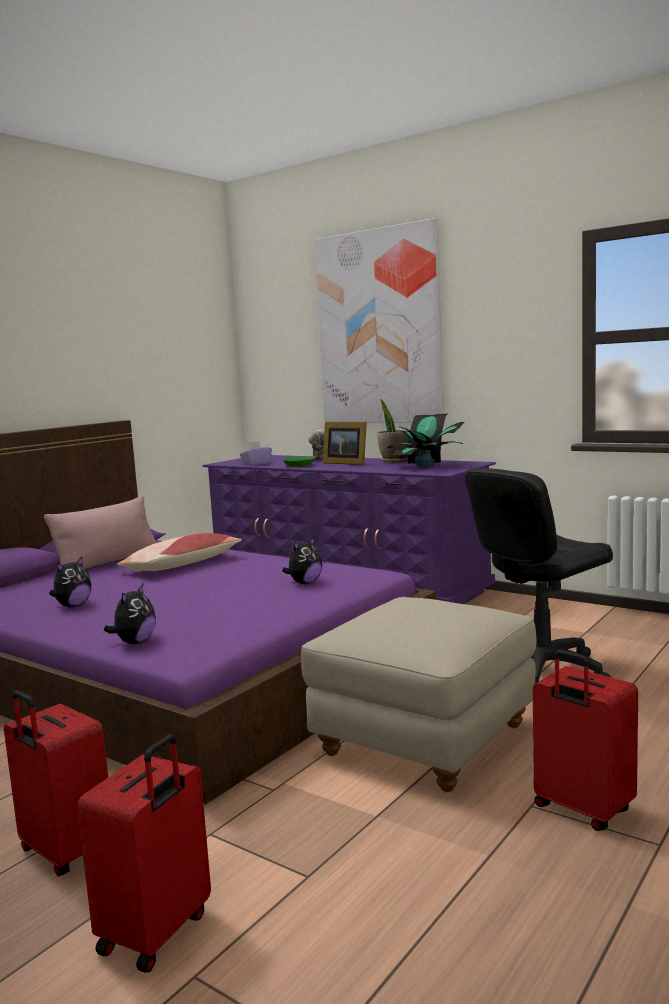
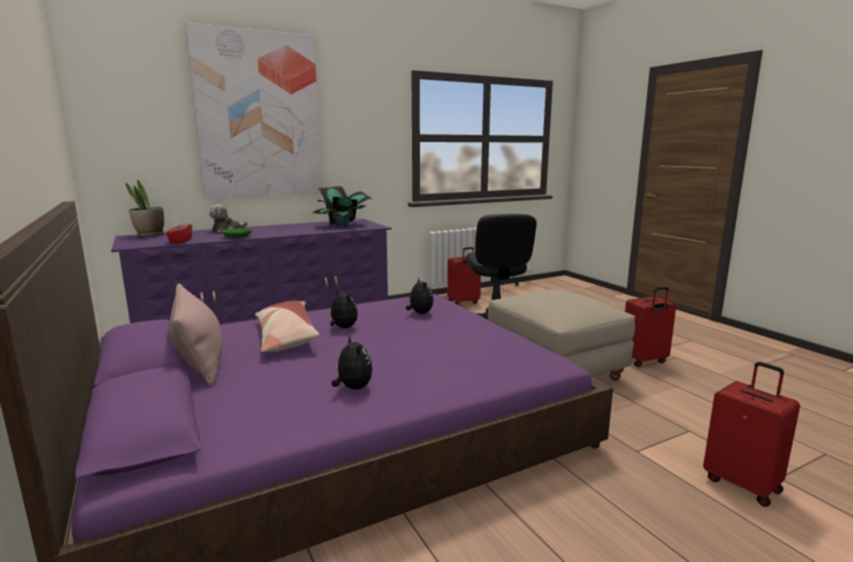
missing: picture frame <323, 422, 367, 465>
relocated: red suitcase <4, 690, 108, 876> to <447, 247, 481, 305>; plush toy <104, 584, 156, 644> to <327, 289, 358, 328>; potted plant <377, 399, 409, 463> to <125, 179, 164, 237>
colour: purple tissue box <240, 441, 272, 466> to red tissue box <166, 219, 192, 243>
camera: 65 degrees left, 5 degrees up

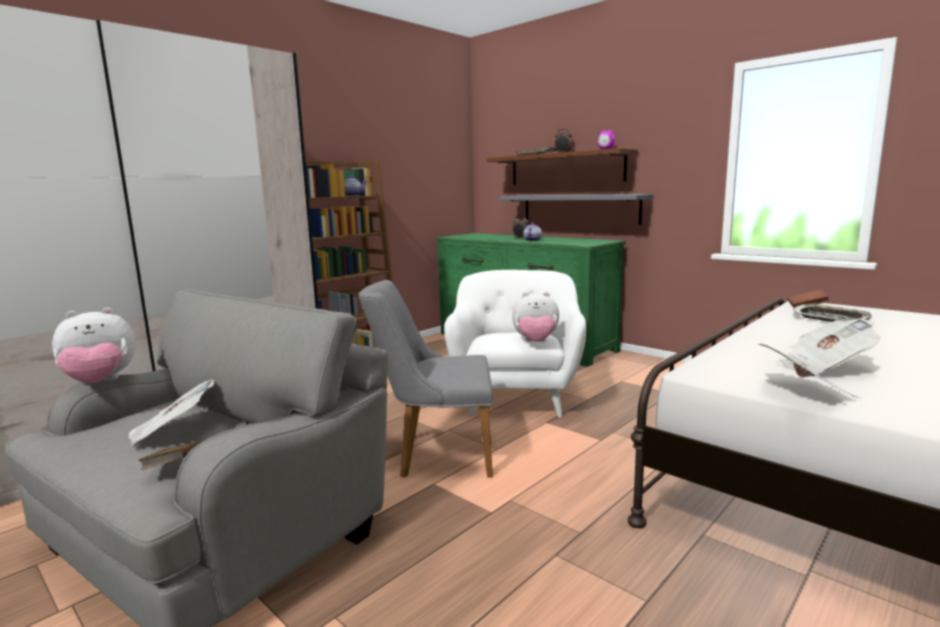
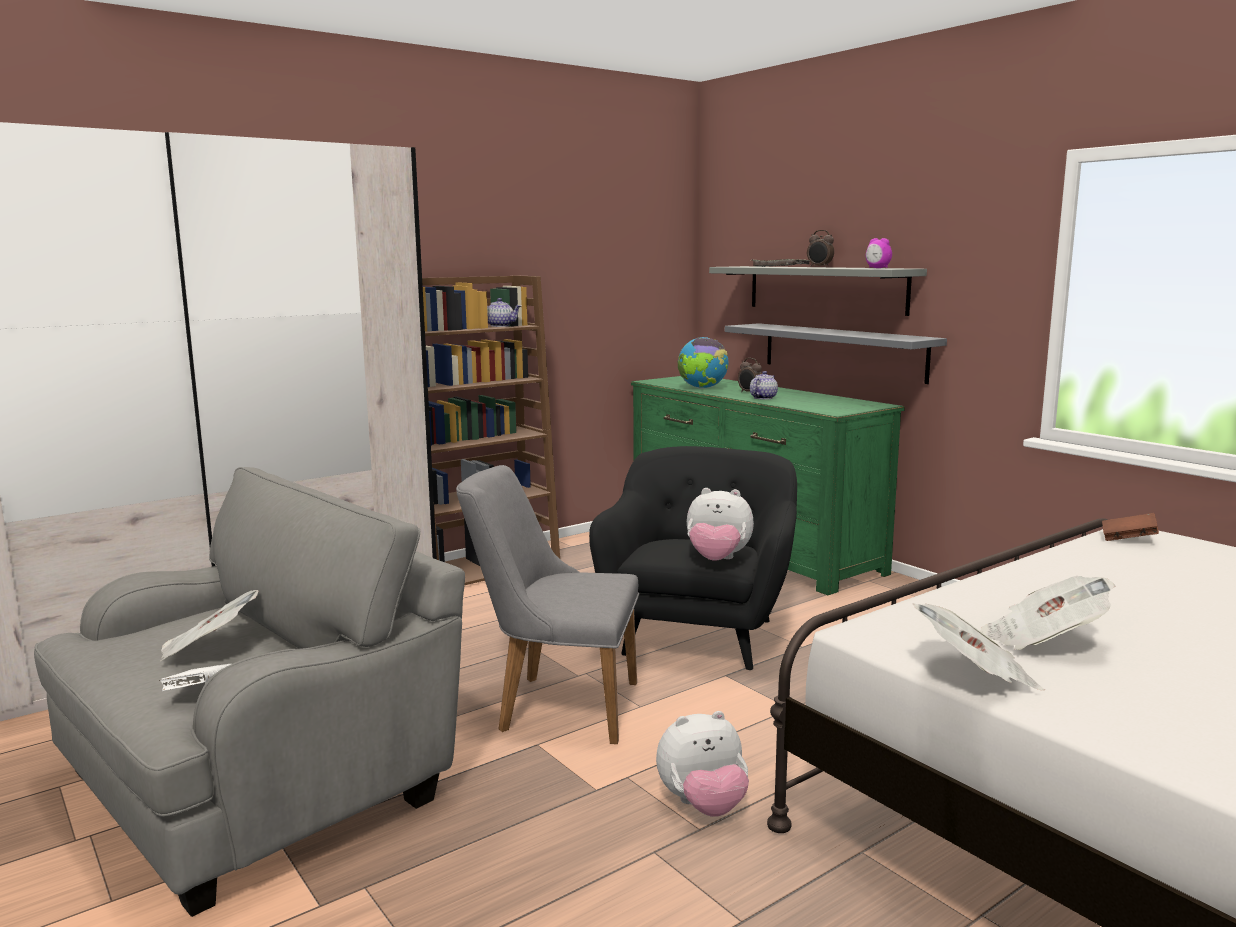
missing: tray <793, 304, 872, 322>
appeared: globe <677, 337, 728, 389>
relocated: plush toy <52, 307, 136, 384> to <656, 711, 749, 817>
colour: brown book <138, 441, 201, 470> to white book <160, 664, 231, 691>; white armchair <444, 270, 586, 418> to black armchair <589, 446, 797, 670>; brown shelf <486, 148, 638, 185> to grey shelf <709, 266, 927, 316>
camera: 10 degrees right, 0 degrees up

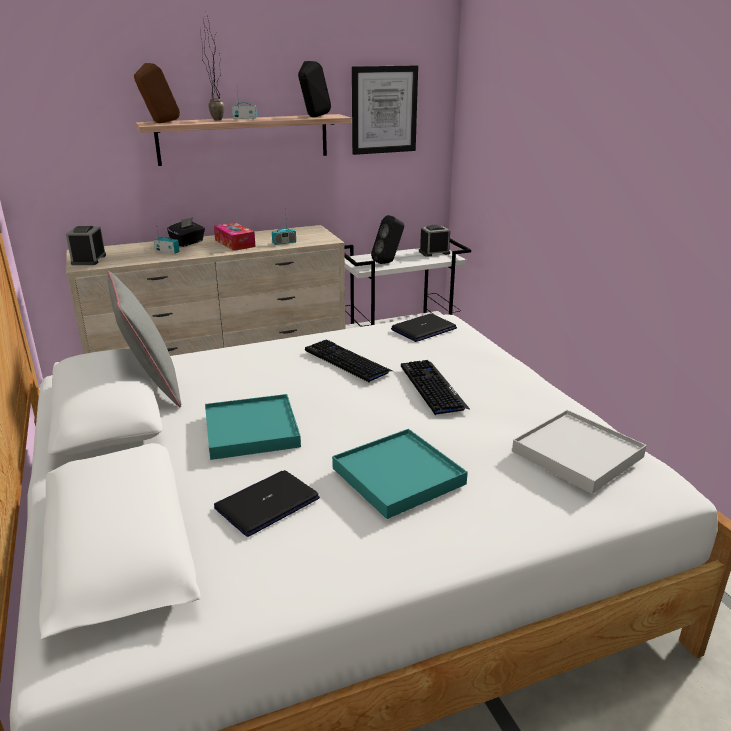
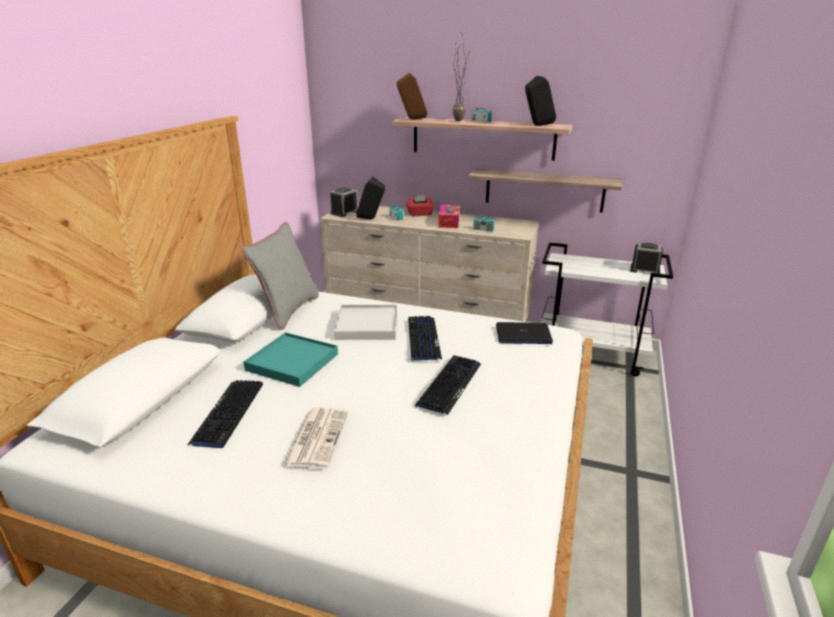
missing: picture <352, 65, 418, 155>
appeared: shelf <468, 169, 622, 213>
relocated: black speaker <371, 215, 404, 264> to <356, 177, 385, 219>; white tray <512, 410, 647, 494> to <334, 305, 397, 340>
exchanged: laptop <214, 470, 320, 537> to keyboard <187, 380, 263, 449>; turquoise tray <332, 429, 468, 519> to newspaper <282, 408, 348, 469>
colour: black tissue box <167, 217, 205, 247> to red tissue box <406, 195, 434, 216>
camera: 40 degrees right, 0 degrees up

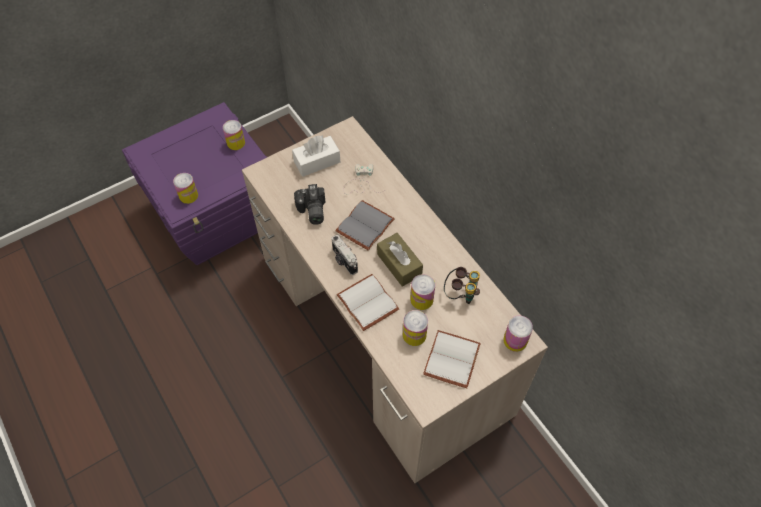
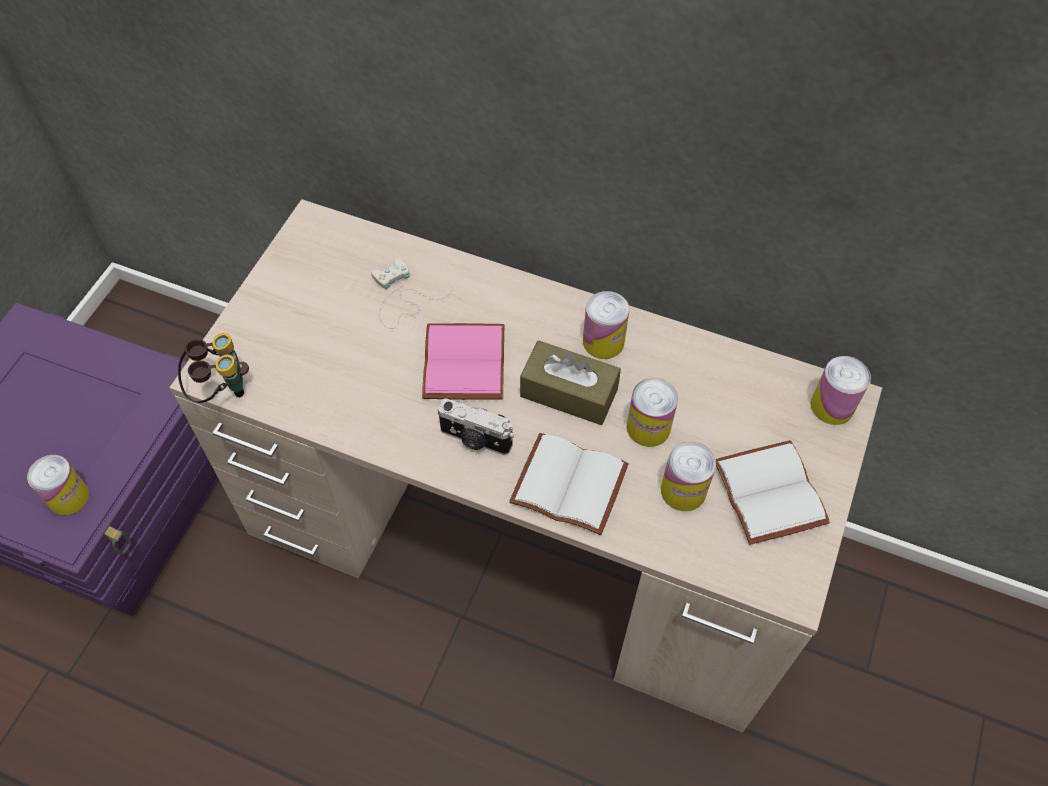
missing: white tissue box <292, 135, 340, 177>; photo camera <294, 184, 326, 225>
relocated: can <223, 120, 245, 150> to <583, 291, 629, 359>; binoculars <444, 267, 480, 304> to <178, 333, 249, 403>
colour: grey book <335, 200, 395, 251> to pink book <422, 323, 505, 400>
camera: 35 degrees left, 0 degrees up

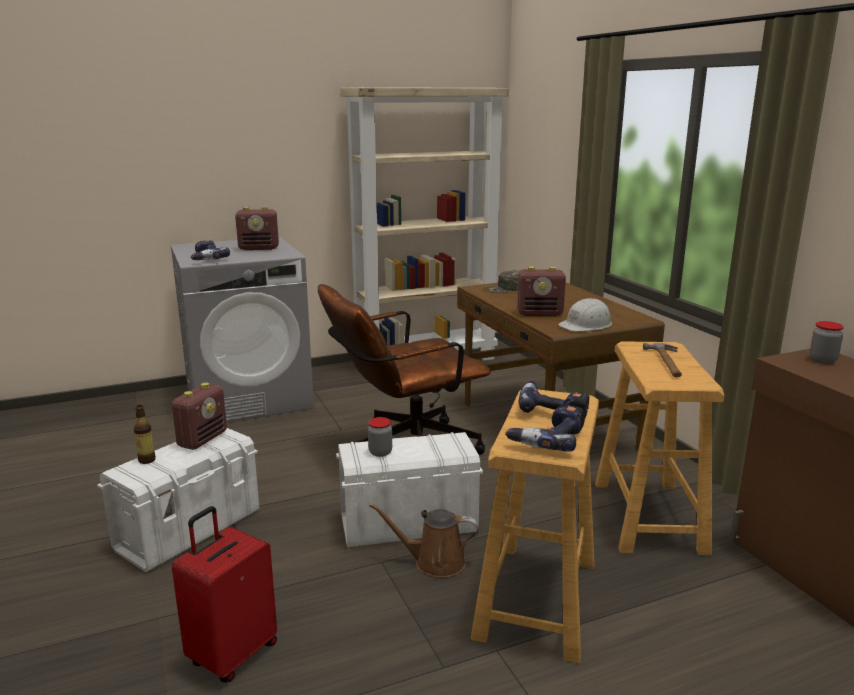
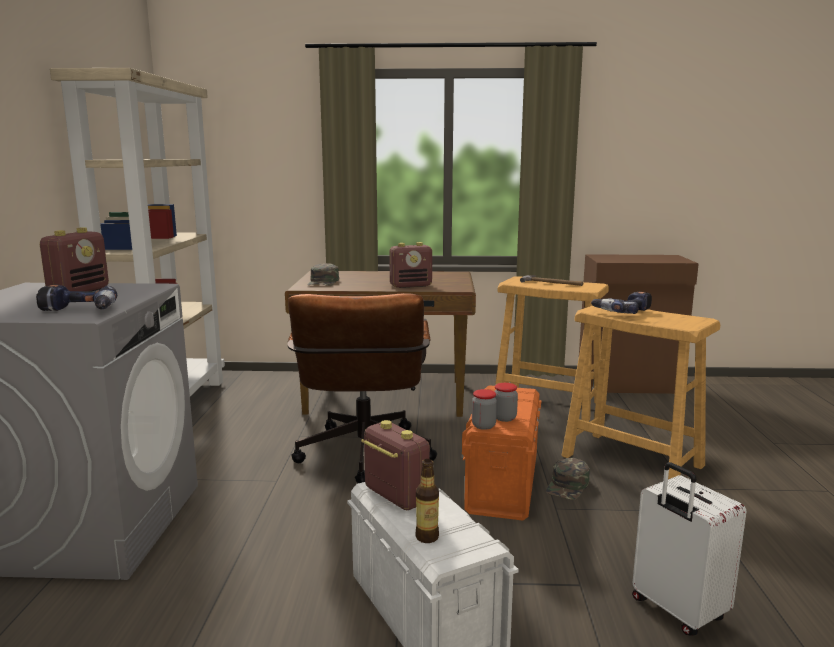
missing: power drill <505, 405, 585, 451>; white hard hat <558, 297, 612, 331>
relocated: jar <809, 321, 844, 364> to <472, 389, 497, 430>
exchanged: brown watering can <369, 503, 479, 578> to green cap <546, 458, 590, 500>
colour: red suitcase <172, 506, 277, 683> to white suitcase <632, 462, 746, 636>; white storage box <336, 432, 483, 547> to orange storage box <462, 385, 542, 521>
spun: radio <517, 266, 566, 316> = <389, 242, 432, 288> 45 degrees clockwise
camera: 65 degrees left, 5 degrees down

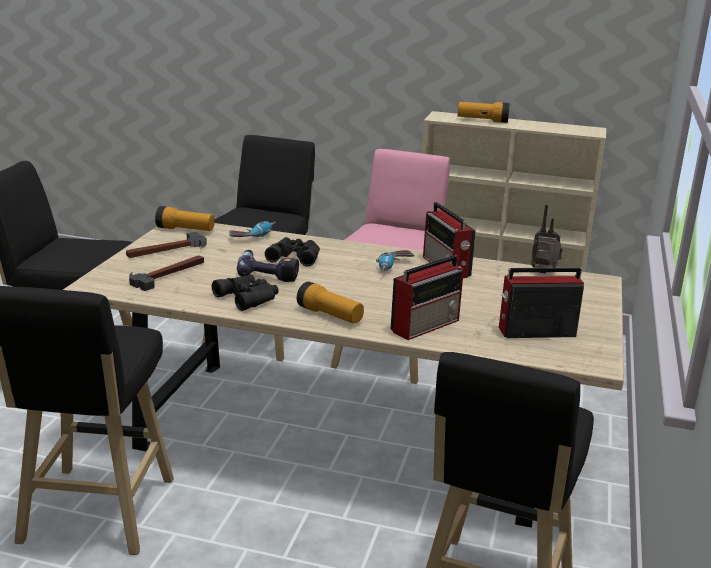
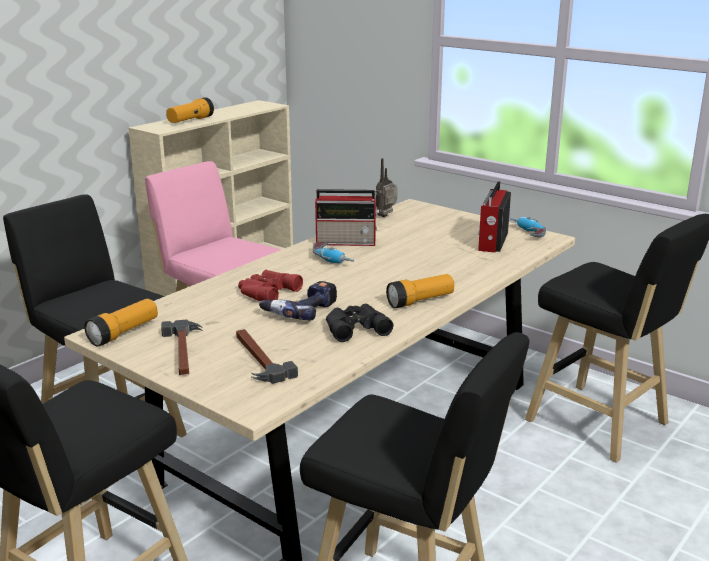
missing: radio <391, 255, 464, 340>
relocated: power drill <229, 221, 276, 237> to <510, 217, 546, 237>
colour: black binoculars <265, 237, 320, 267> to red binoculars <238, 270, 303, 301>
camera: 65 degrees left, 0 degrees up

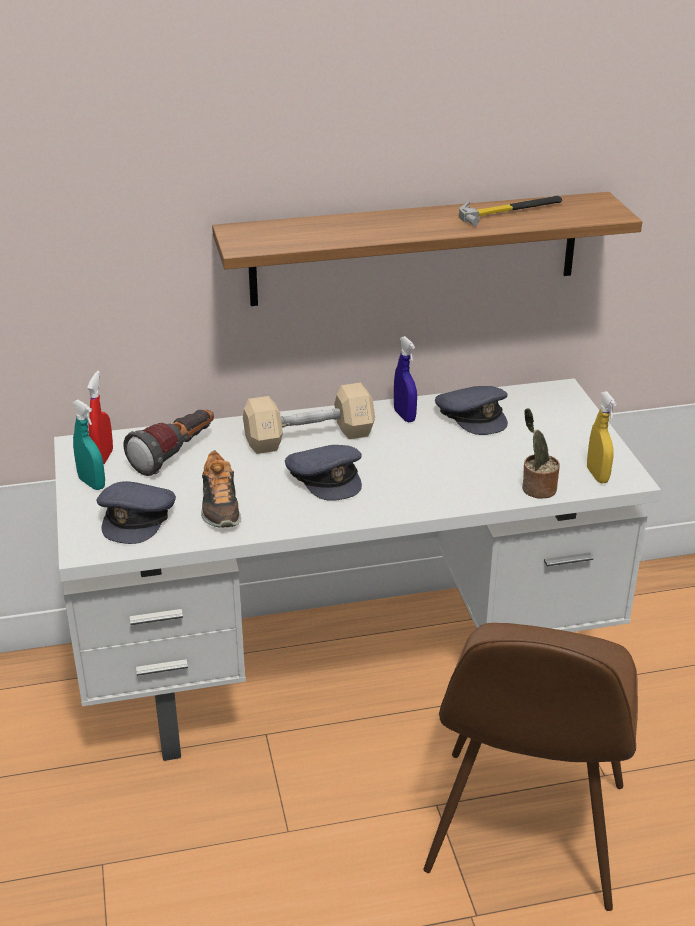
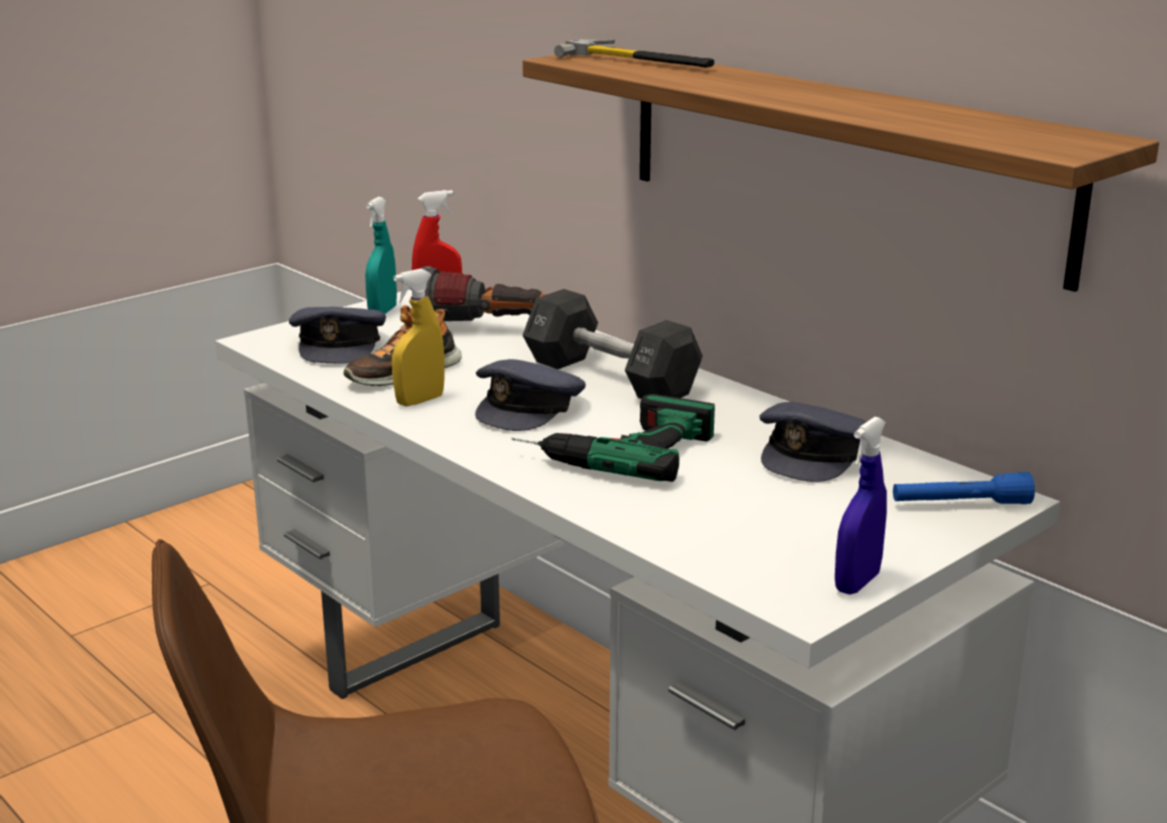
missing: potted plant <522, 408, 560, 499>
appeared: power drill <511, 394, 715, 482>; blue flashlight <893, 472, 1035, 504>
relocated: blue spray bottle <394, 336, 417, 422> to <835, 417, 887, 595>; hammer <459, 196, 562, 227> to <554, 39, 714, 68>; yellow spray bottle <587, 391, 616, 483> to <392, 269, 445, 406>
colour: beige dumbbell <243, 382, 375, 454> to black dumbbell <522, 289, 703, 399>
spun: grey cap <97, 481, 176, 544> = <289, 307, 386, 364> 75 degrees counterclockwise
camera: 60 degrees right, 10 degrees down

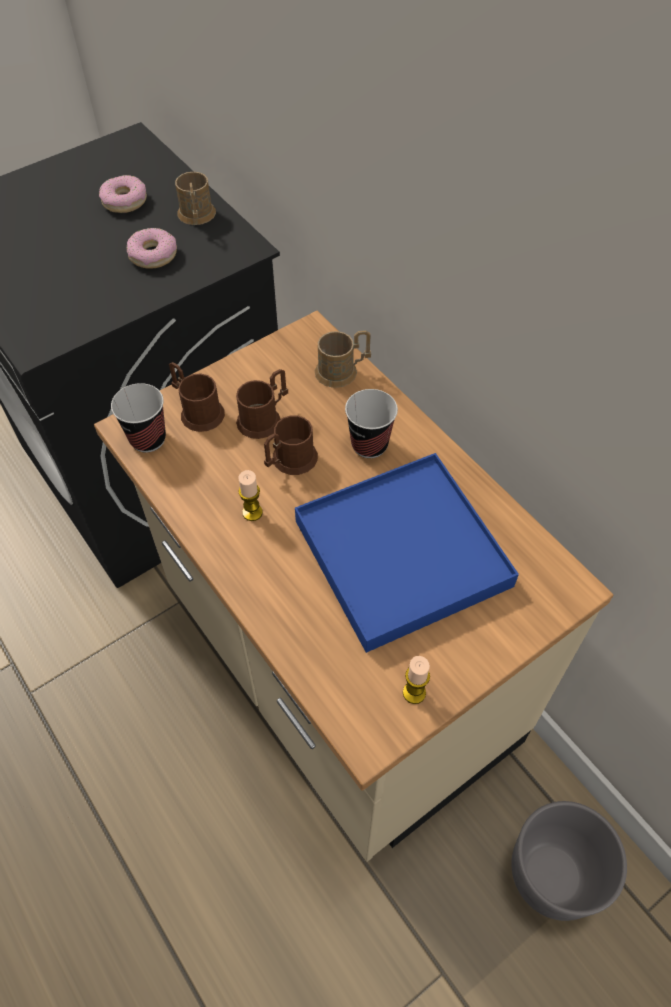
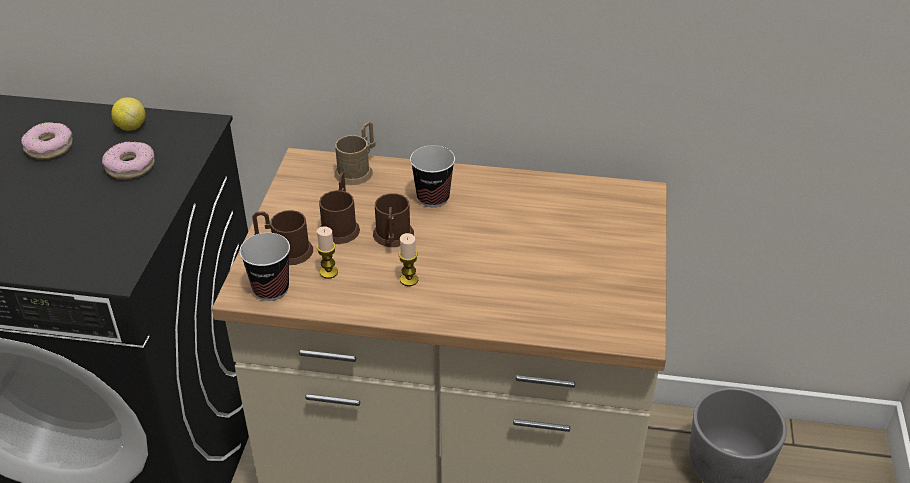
missing: blue tray <295, 453, 519, 653>
relocated: candle <403, 656, 430, 704> to <317, 227, 338, 279>
exchanged: brown mug <175, 172, 216, 225> to lemon <111, 97, 146, 131>
camera: 45 degrees left, 15 degrees down

